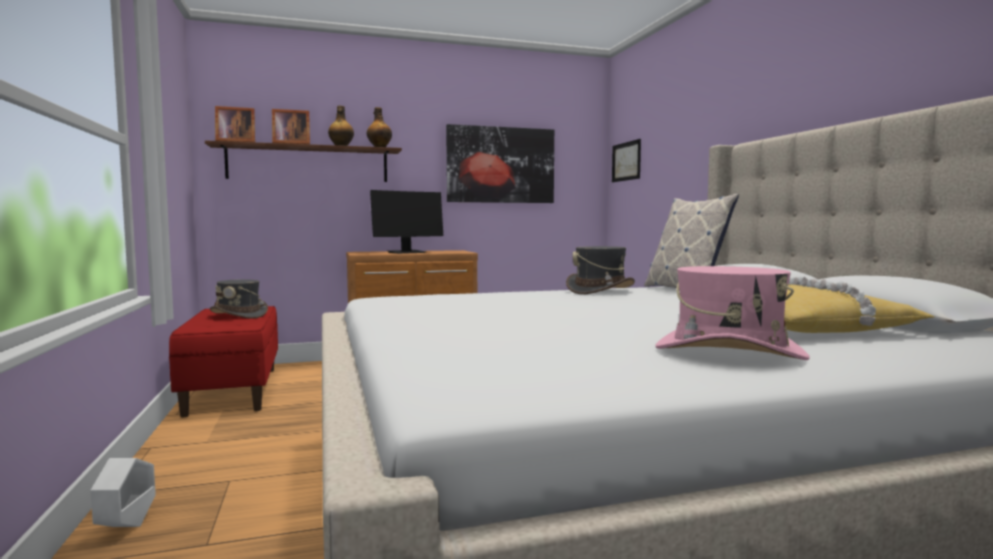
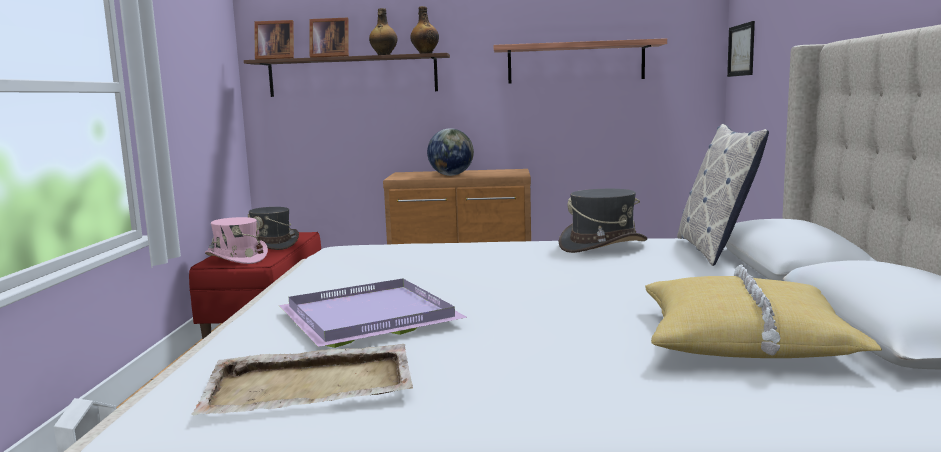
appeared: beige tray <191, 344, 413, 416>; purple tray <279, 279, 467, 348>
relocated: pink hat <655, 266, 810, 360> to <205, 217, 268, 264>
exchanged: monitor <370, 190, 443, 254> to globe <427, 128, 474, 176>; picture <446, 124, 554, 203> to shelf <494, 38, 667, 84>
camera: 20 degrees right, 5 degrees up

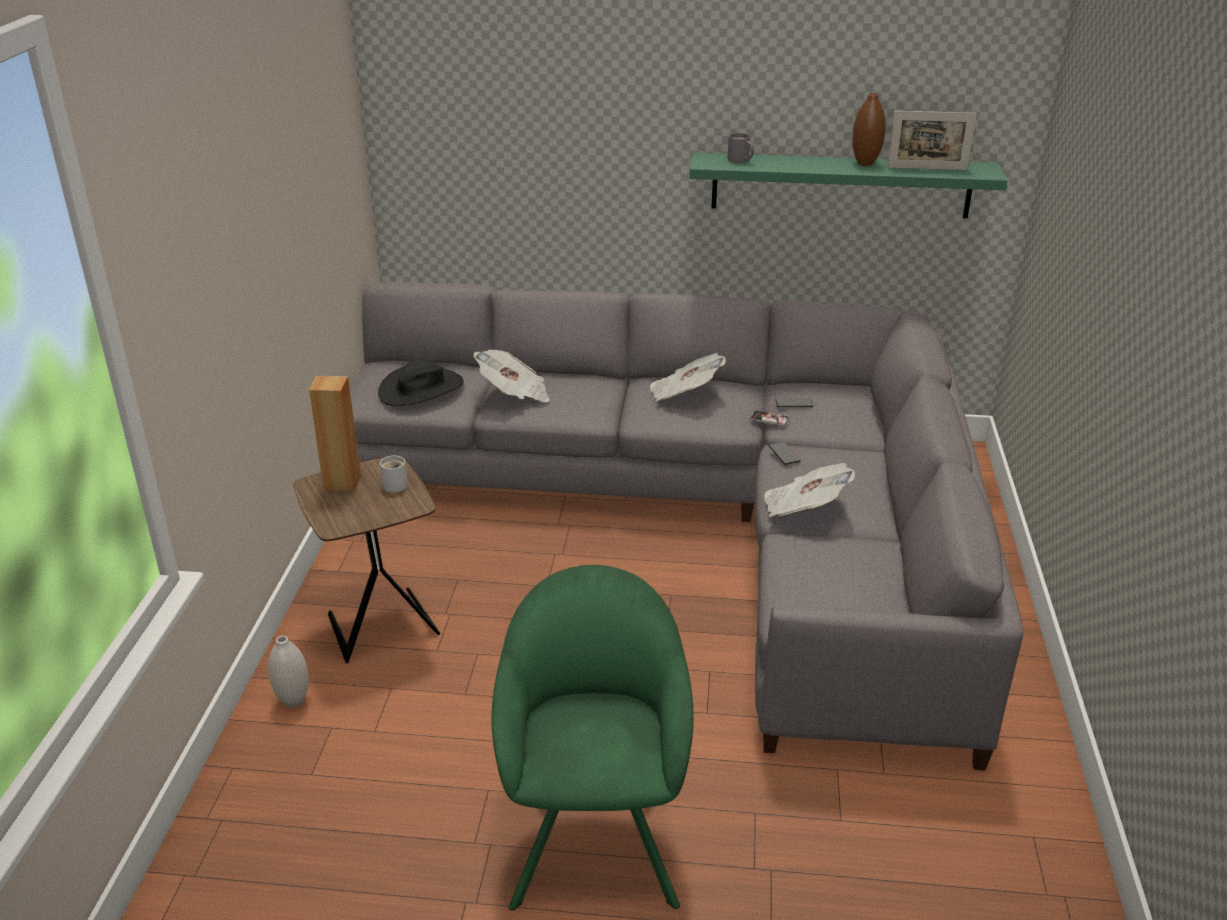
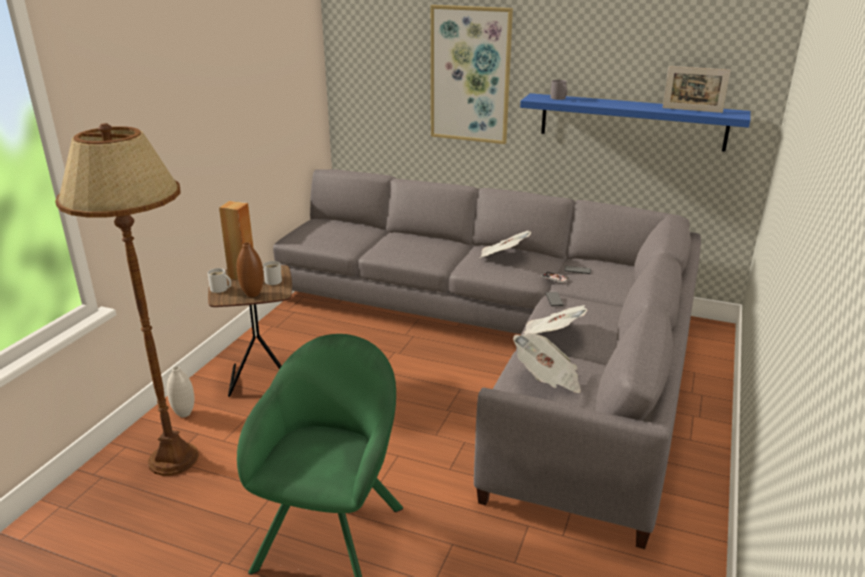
missing: black hat <378, 358, 464, 406>
appeared: brown floor lamp <55, 123, 199, 476>; white mug <207, 268, 231, 293>; picture <431, 5, 513, 144>
relocated: newspaper <474, 350, 549, 402> to <513, 333, 581, 393>; brown vase <853, 93, 886, 166> to <237, 242, 264, 297>
colour: green shelf <689, 152, 1008, 218> to blue shelf <520, 93, 750, 152>
camera: 15 degrees right, 5 degrees down

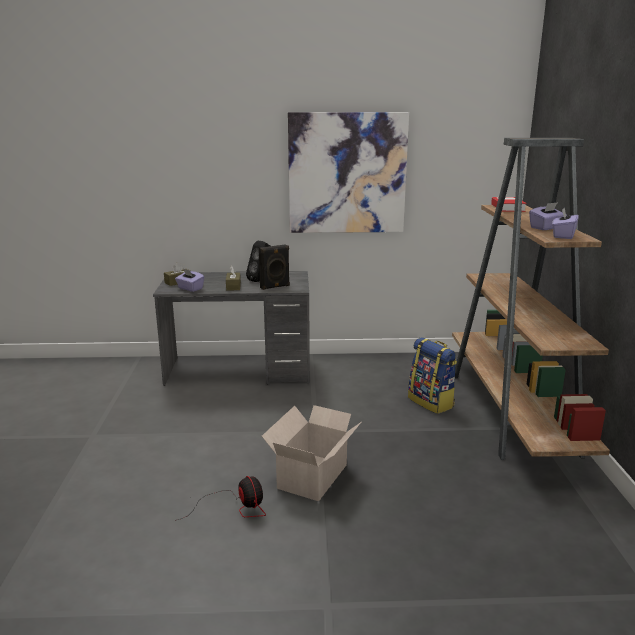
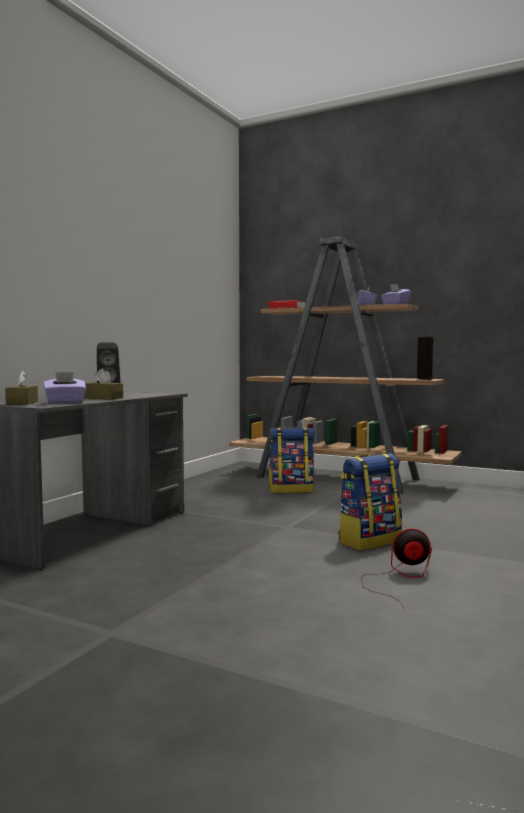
missing: picture <288, 112, 409, 233>
relocated: black speaker <259, 244, 290, 290> to <417, 336, 434, 380>
exchanged: cardboard box <262, 405, 361, 501> to backpack <338, 453, 402, 551>
camera: 60 degrees left, 15 degrees down

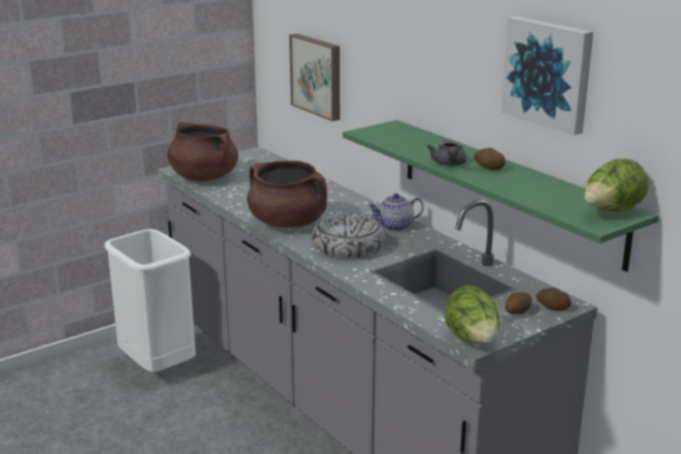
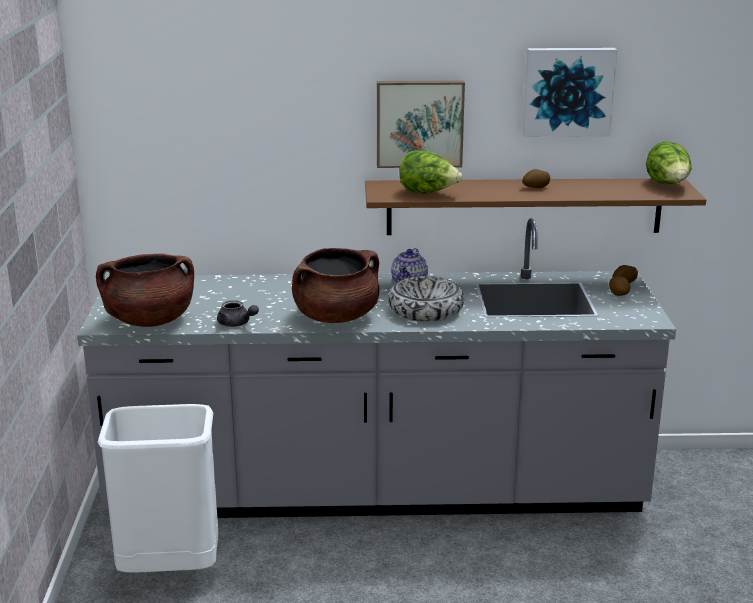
relocated: picture <289, 33, 340, 121> to <377, 80, 465, 168>; grey teapot <427, 140, 467, 166> to <217, 300, 259, 327>; lettuce <444, 286, 500, 343> to <399, 150, 462, 194>
colour: green shelf <343, 120, 659, 272> to brown shelf <365, 178, 706, 235>
camera: 55 degrees left, 0 degrees up

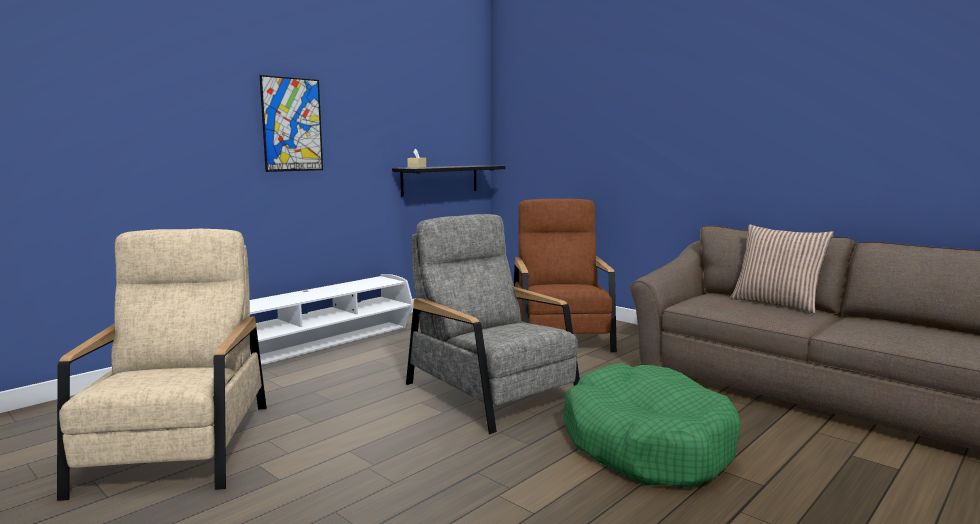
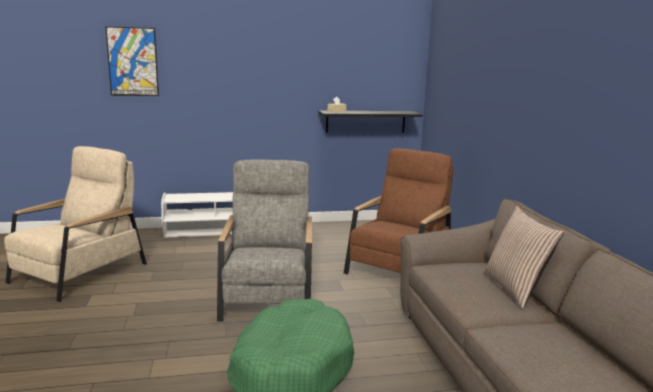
relocated: picture <260, 75, 323, 172> to <105, 26, 159, 96>
camera: 35 degrees right, 5 degrees up

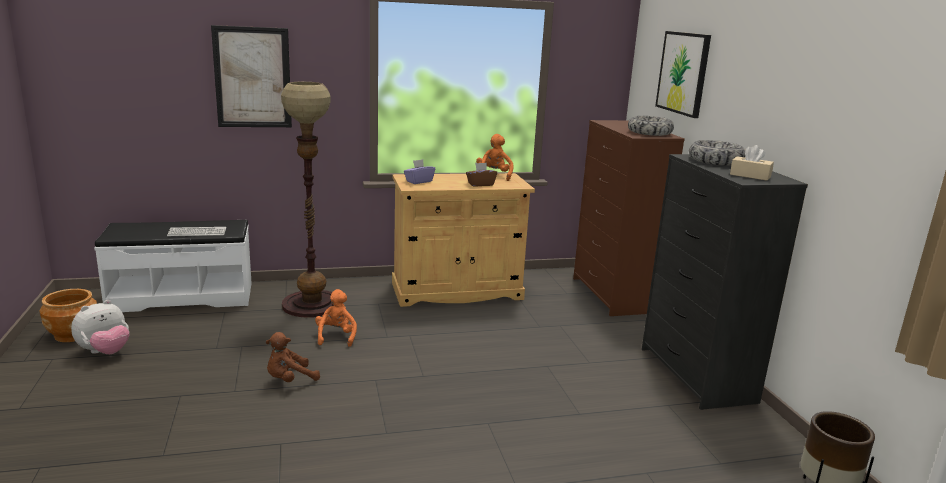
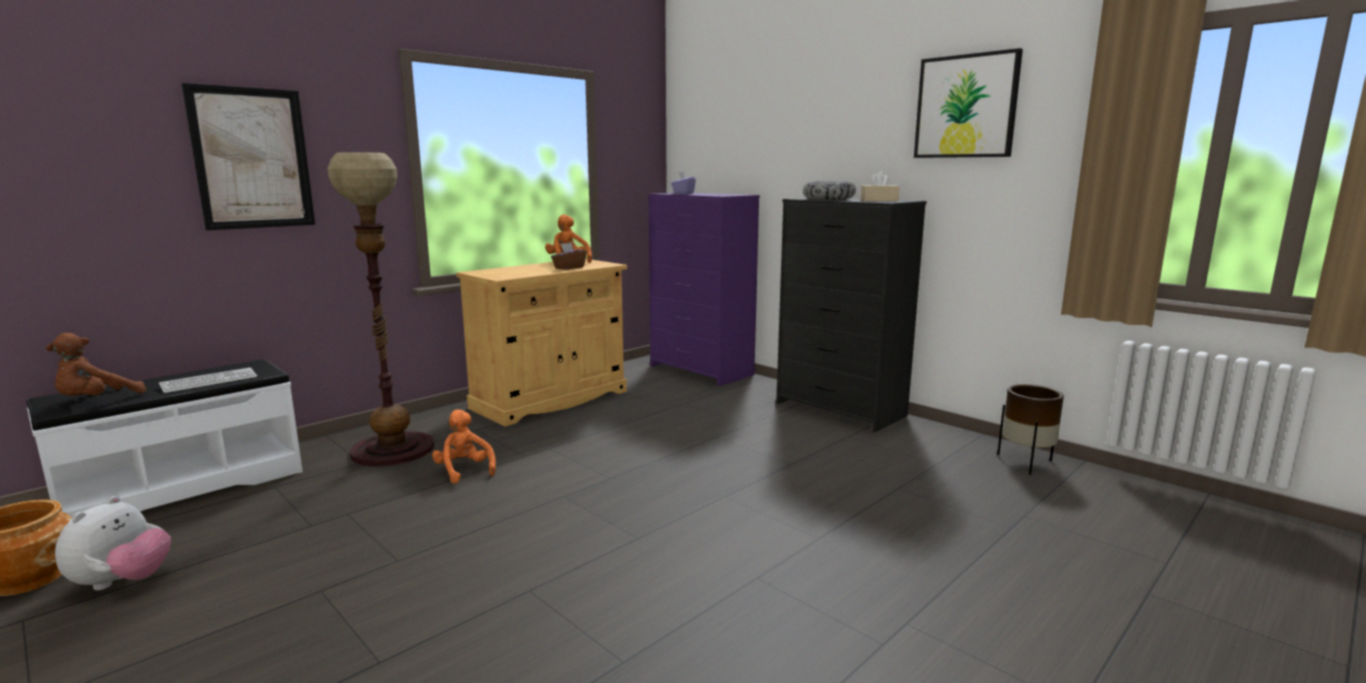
missing: bowl <628, 116, 674, 136>
relocated: brown plush toy <266, 332, 320, 382> to <46, 333, 146, 396>; purple tissue box <404, 159, 435, 184> to <671, 172, 696, 194>; picture <655, 31, 711, 118> to <914, 48, 1023, 158>
colour: brown dresser <573, 120, 685, 316> to purple dresser <648, 193, 760, 386>
camera: 30 degrees left, 5 degrees down

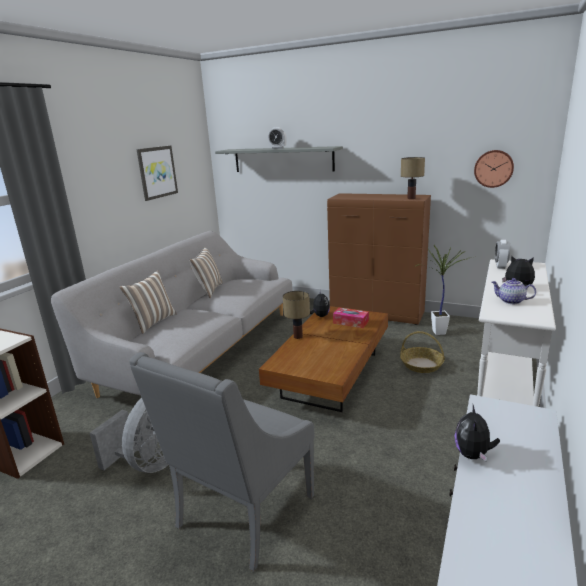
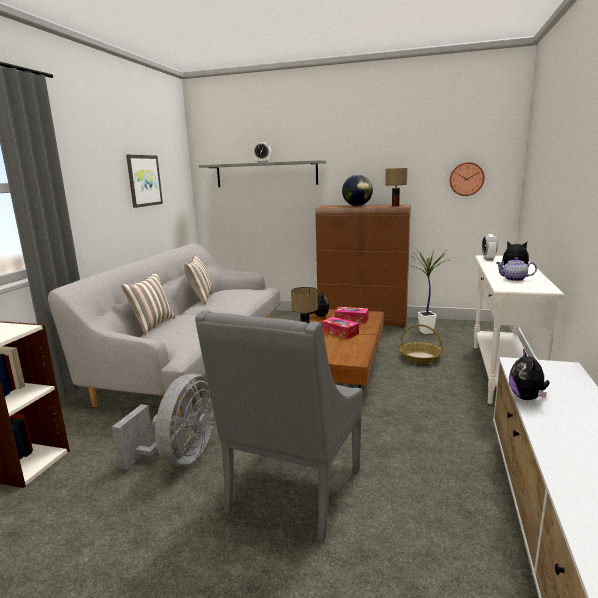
appeared: tissue box <322, 317, 359, 339>; globe <342, 175, 373, 206>
camera: 10 degrees left, 5 degrees down

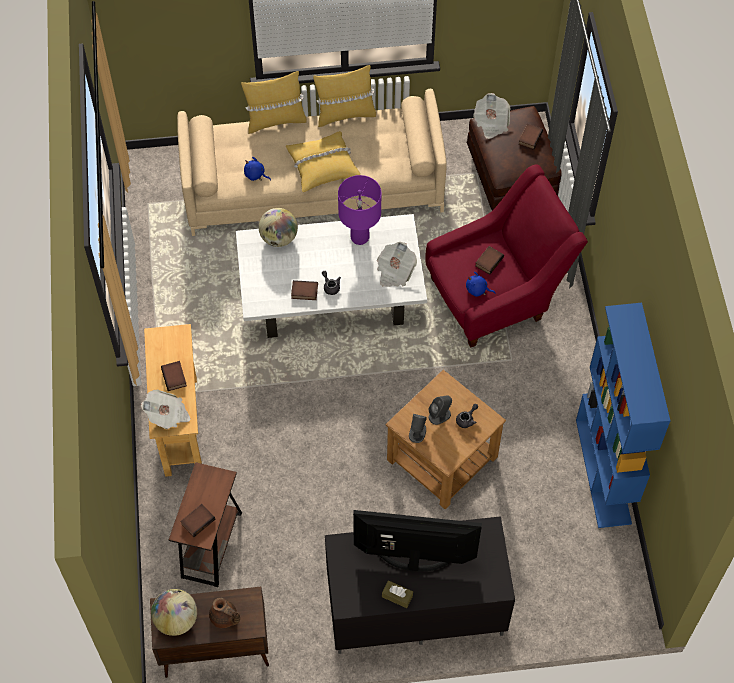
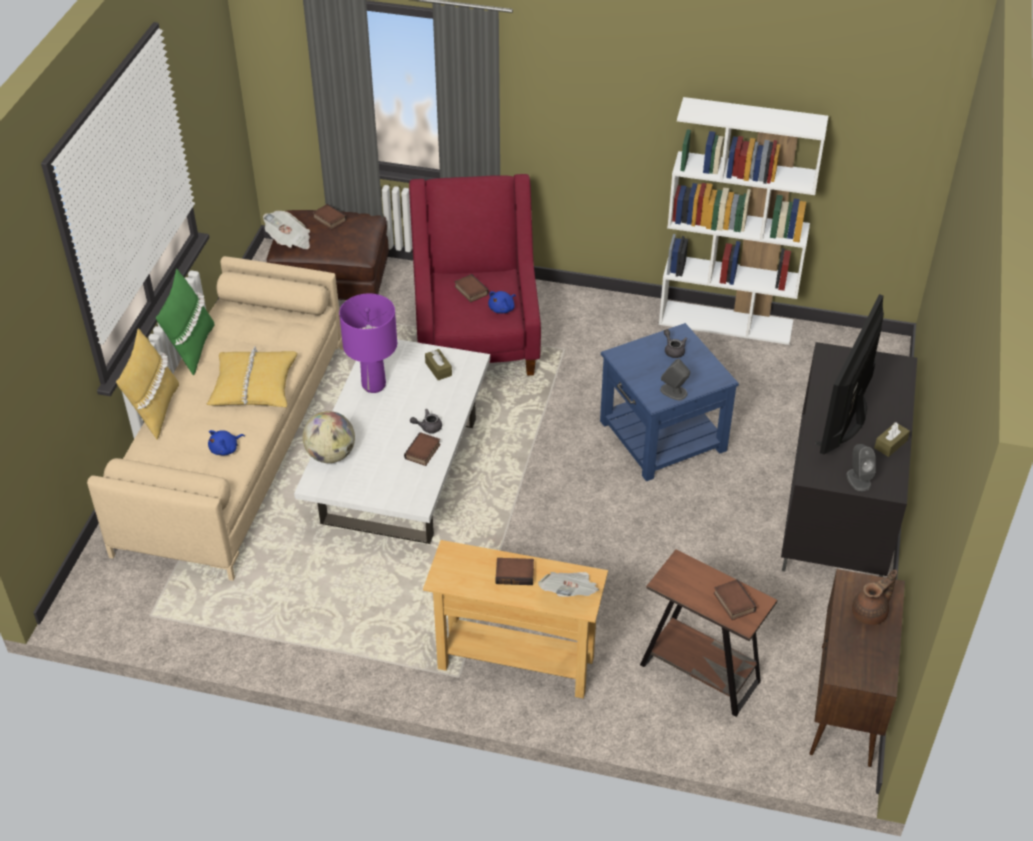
missing: globe <151, 589, 197, 636>
relocated: grey speaker <429, 395, 452, 425> to <847, 444, 875, 491>
exchanged: newspaper <377, 242, 417, 287> to brown tissue box <425, 349, 452, 380>
colour: yellow pillow <313, 65, 376, 127> to green pillow <156, 269, 215, 376>; brown side table <385, 370, 506, 509> to blue side table <600, 323, 739, 481>; blue bookcase <576, 303, 670, 528> to white bookcase <659, 97, 828, 345>
camera: 70 degrees left, 15 degrees down

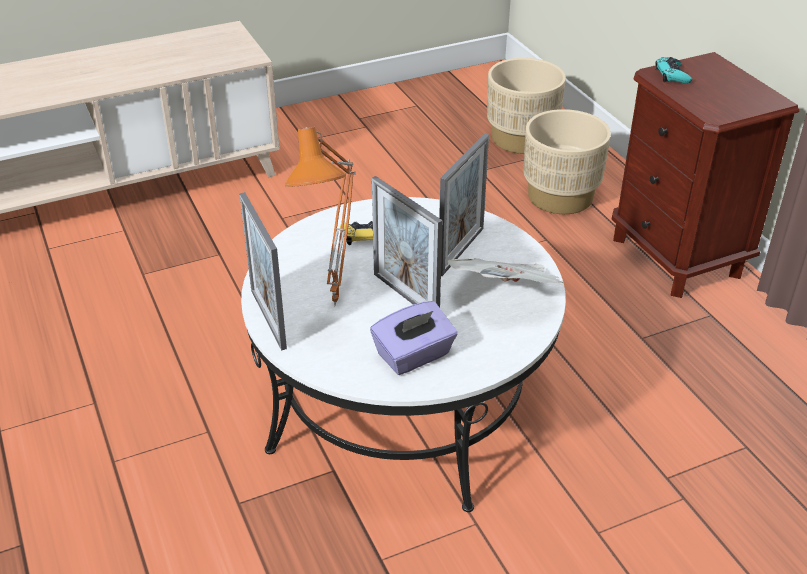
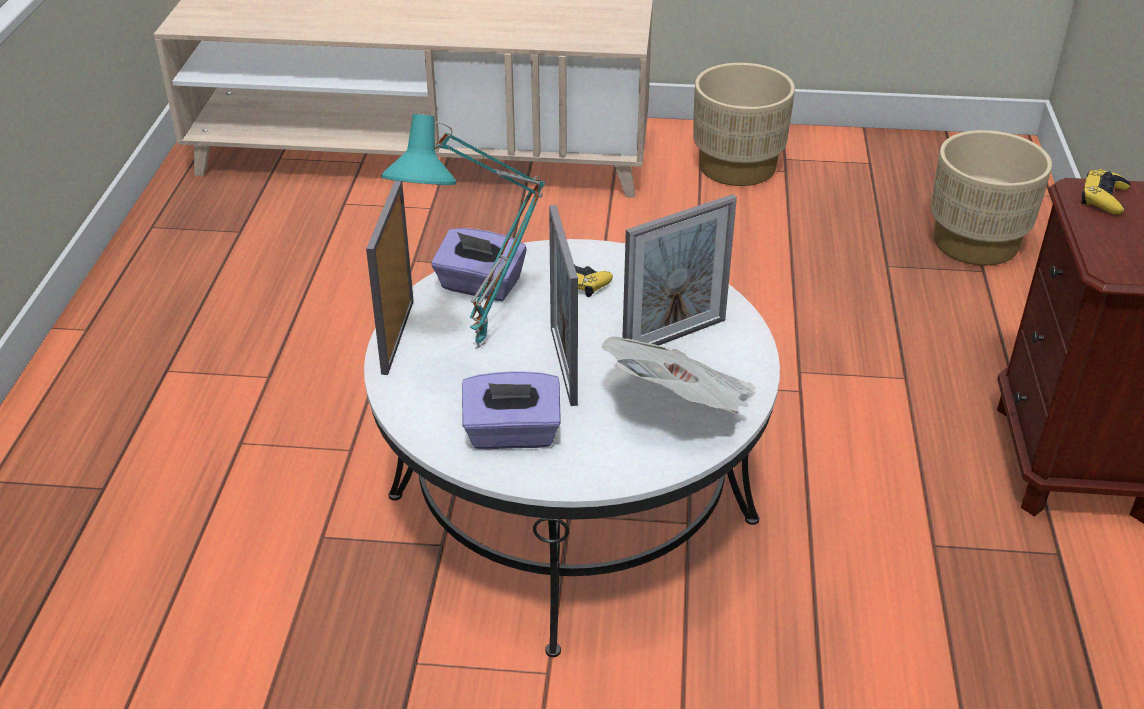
appeared: purple tissue box <431, 228, 527, 301>
relocated: beige planter <524, 109, 611, 214> to <693, 63, 795, 186>
colour: orange table lamp <285, 127, 356, 307> to turquoise table lamp <381, 114, 546, 349>; turquoise game controller <655, 57, 692, 84> to yellow game controller <1081, 169, 1130, 215>
camera: 30 degrees right, 0 degrees up

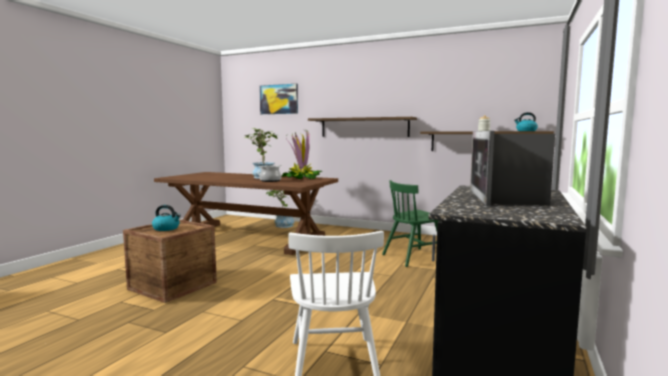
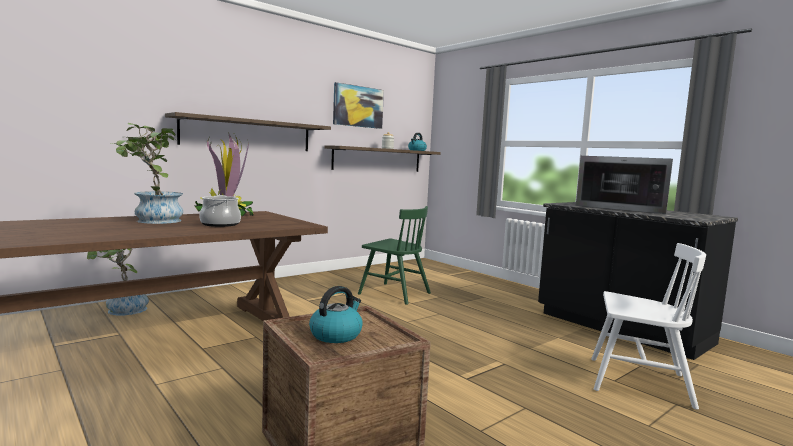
relocated: picture <260, 84, 298, 114> to <333, 82, 384, 129>
spun: green chair <382, 180, 439, 267> = <358, 206, 431, 305> 60 degrees counterclockwise
camera: 65 degrees left, 0 degrees up

